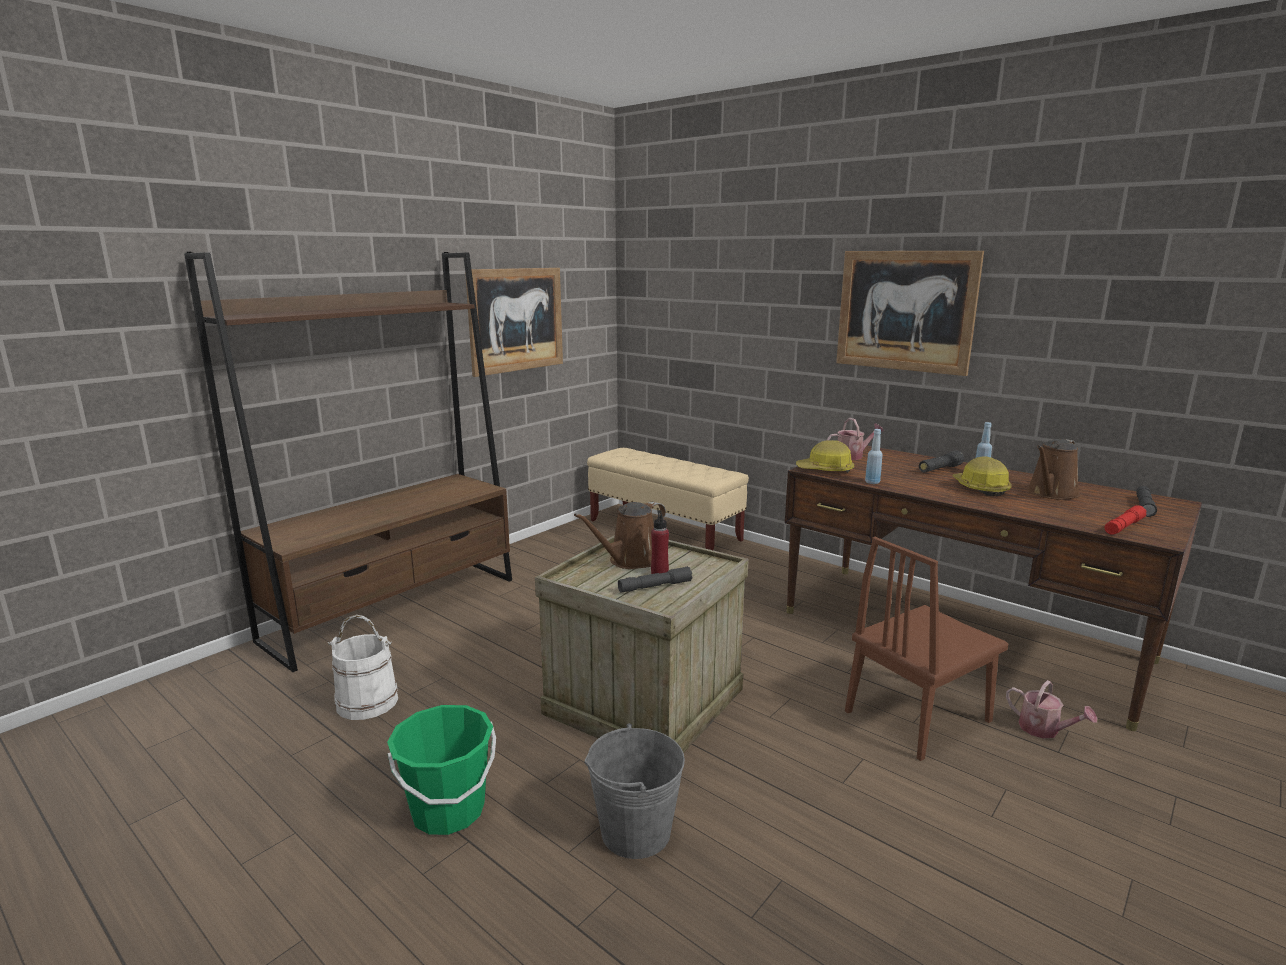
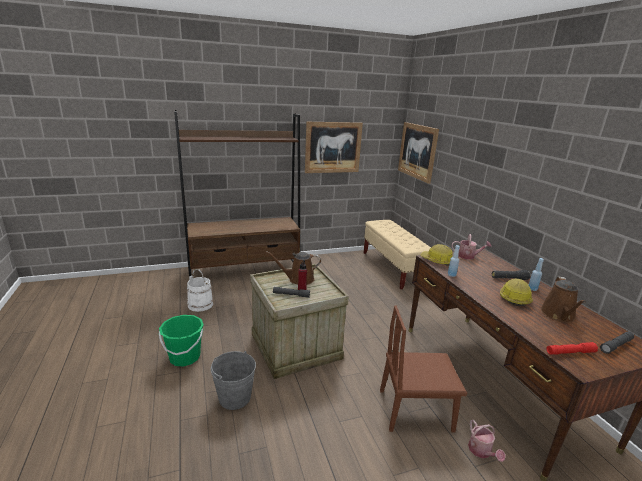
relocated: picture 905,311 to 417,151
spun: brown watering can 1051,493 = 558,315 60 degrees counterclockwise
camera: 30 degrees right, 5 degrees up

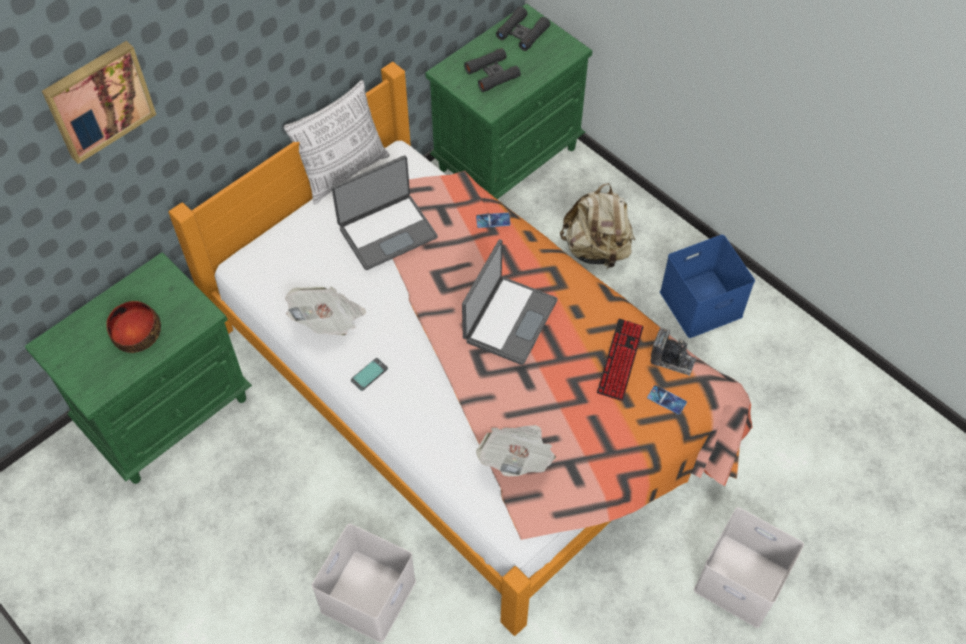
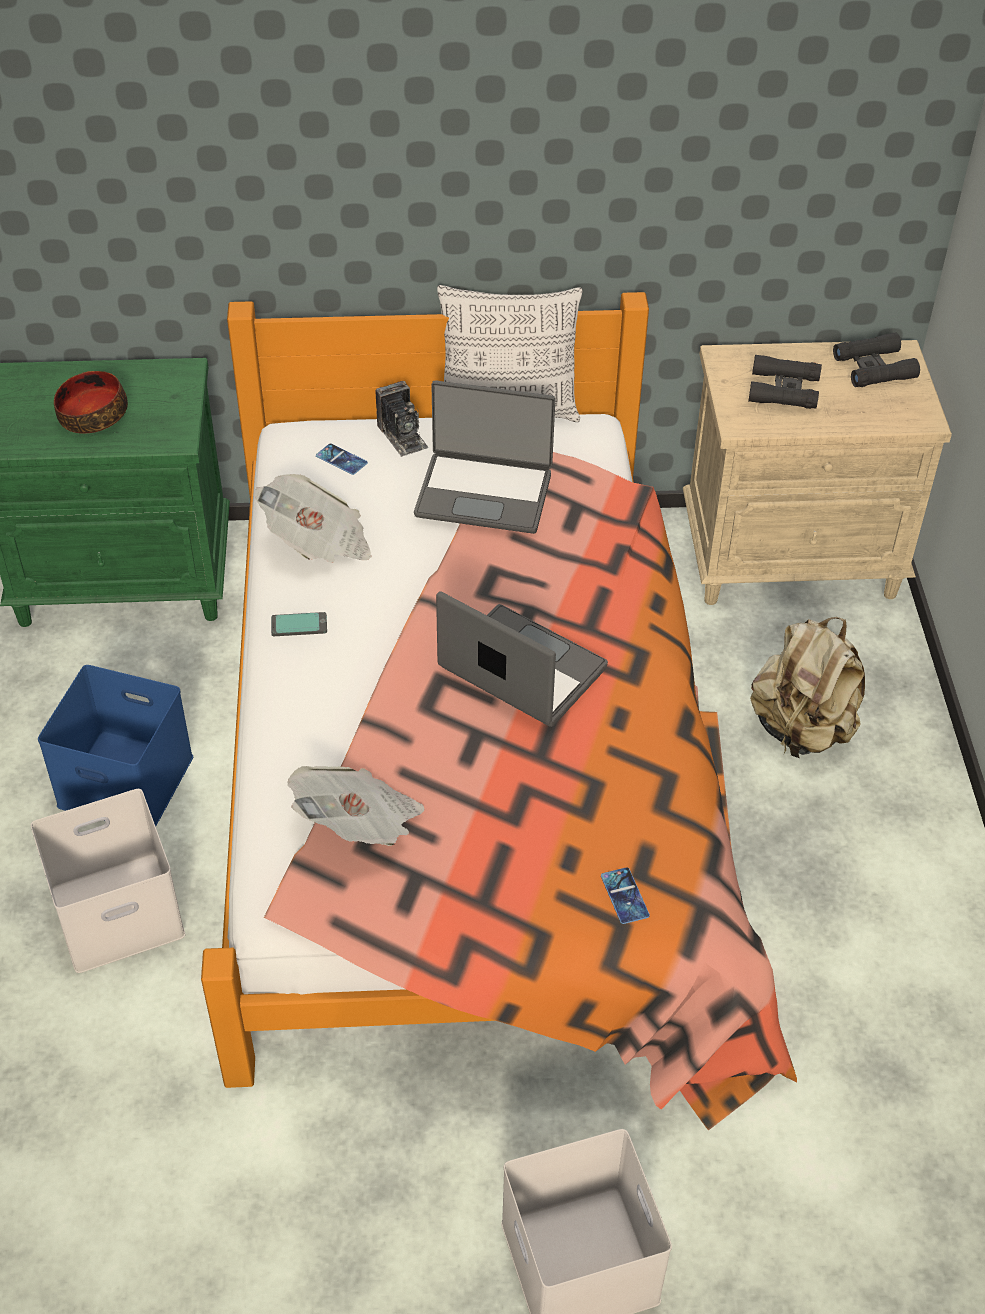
missing: picture 98,100; keyboard 620,360
relocated: phone 493,220 to 341,459; photo camera 672,360 to 402,436; blue storage box 700,305 to 122,782
colour: green nightstand 508,157 to beige nightstand 792,557
spun: laptop 508,320 = 520,670 120 degrees counterclockwise
camera: 40 degrees right, 10 degrees down

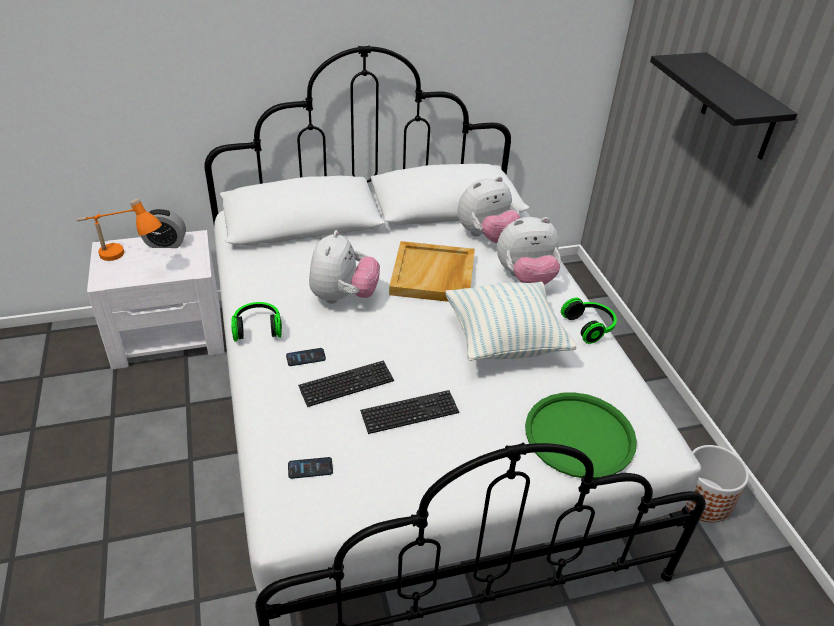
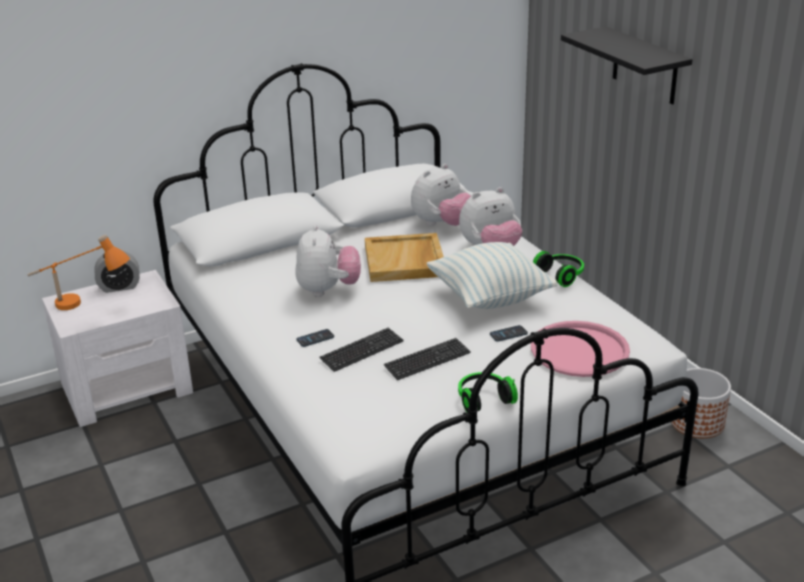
relocated: headphones 257,328 to 483,400; phone 310,468 to 508,334
colour: green tray 579,435 to pink tray 579,350
camera: 10 degrees left, 10 degrees down

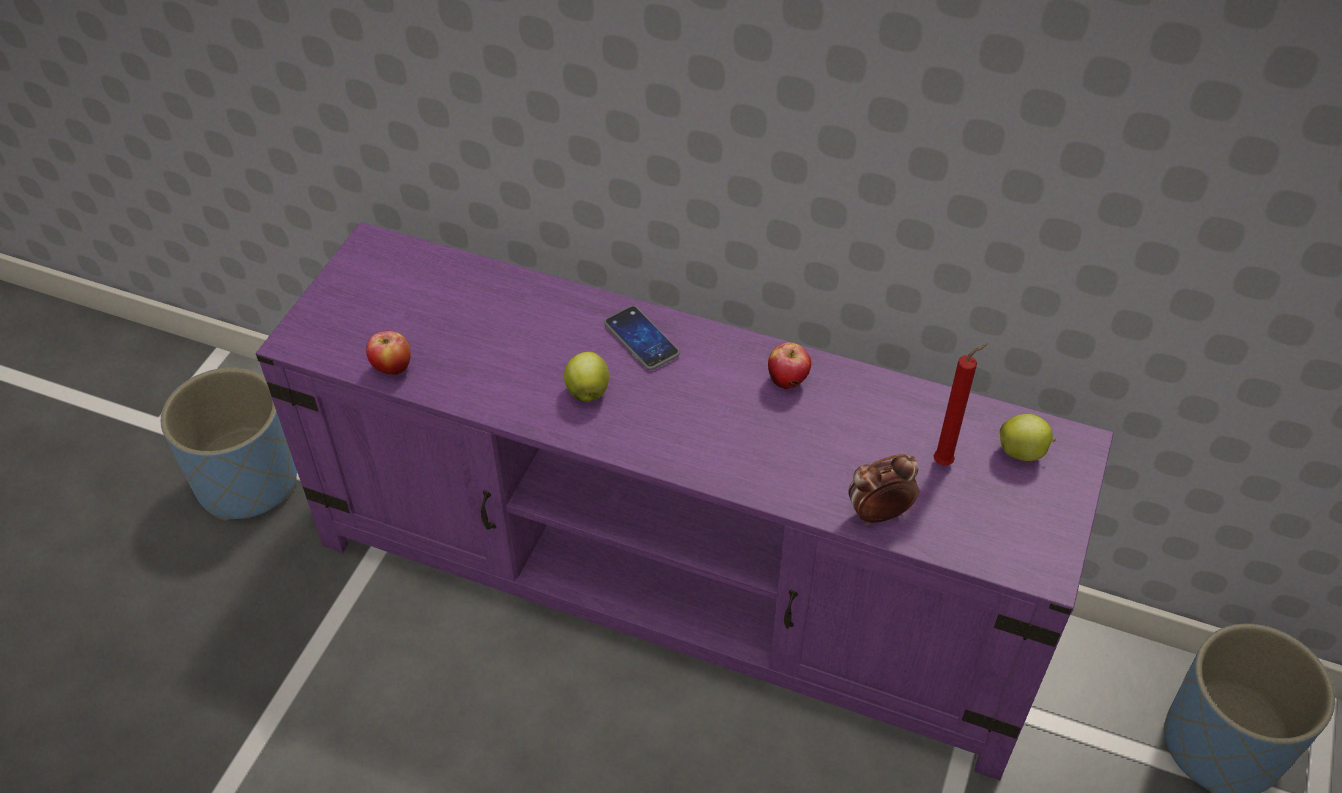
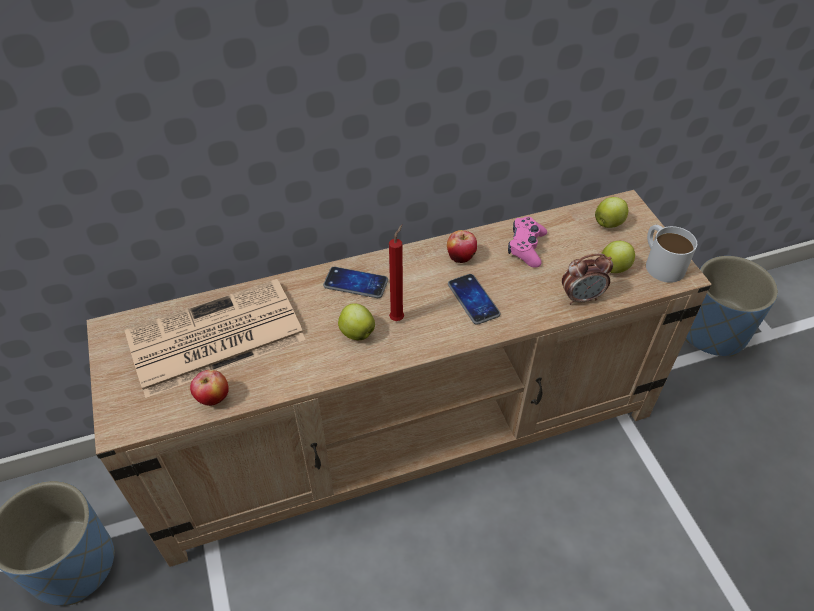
appeared: newspaper 213,339; phone 473,299; pink game controller 526,247; apple 614,268; white mug 660,262
relocated: red candle 946,462 to 398,317
colour: purple tv stand 675,583 to beige tv stand 408,433
spun: alarm clock 878,514 = 581,297 135 degrees counterclockwise
camera: 40 degrees left, 0 degrees up

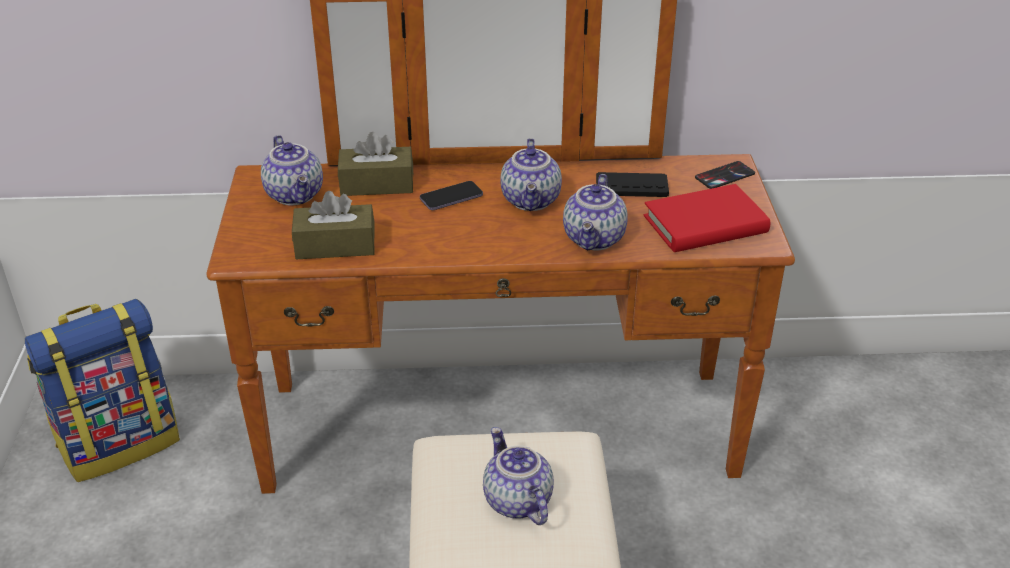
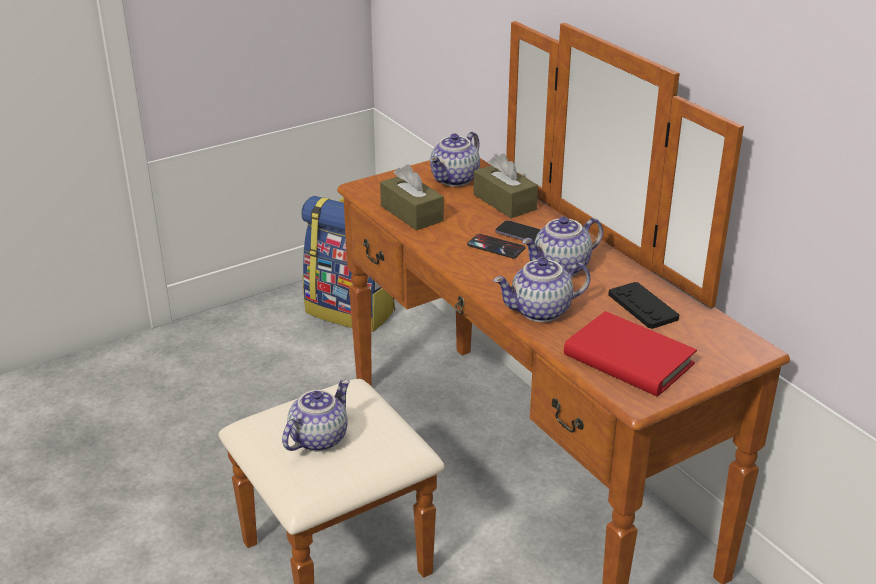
relocated: phone 724,175 to 496,247
camera: 60 degrees right, 5 degrees down

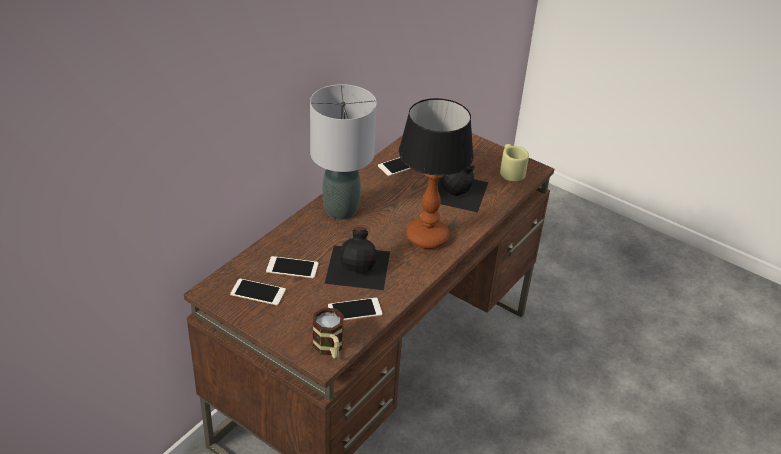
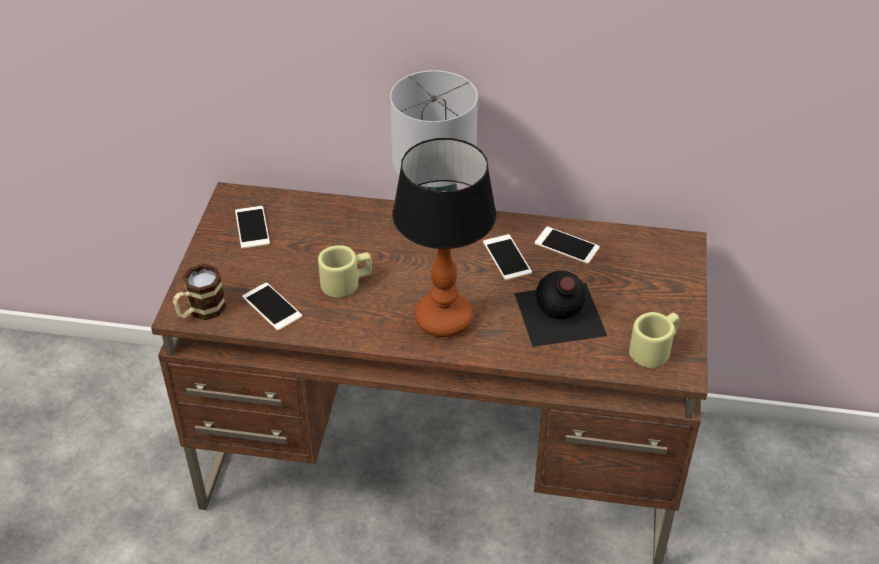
relocated: phone 292,267 to 507,257
exchanged: black bottle 359,266 to beige mug 347,283
camera: 65 degrees right, 5 degrees up

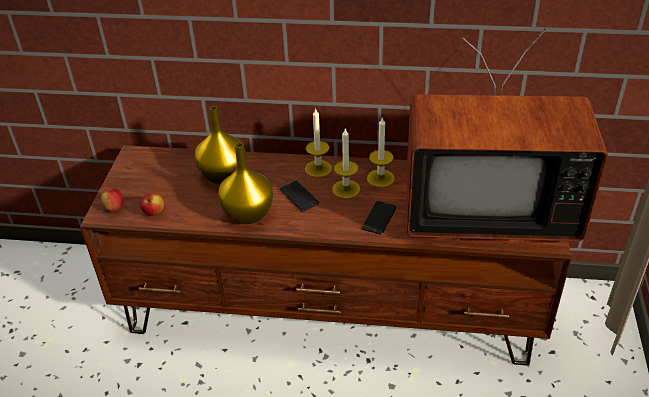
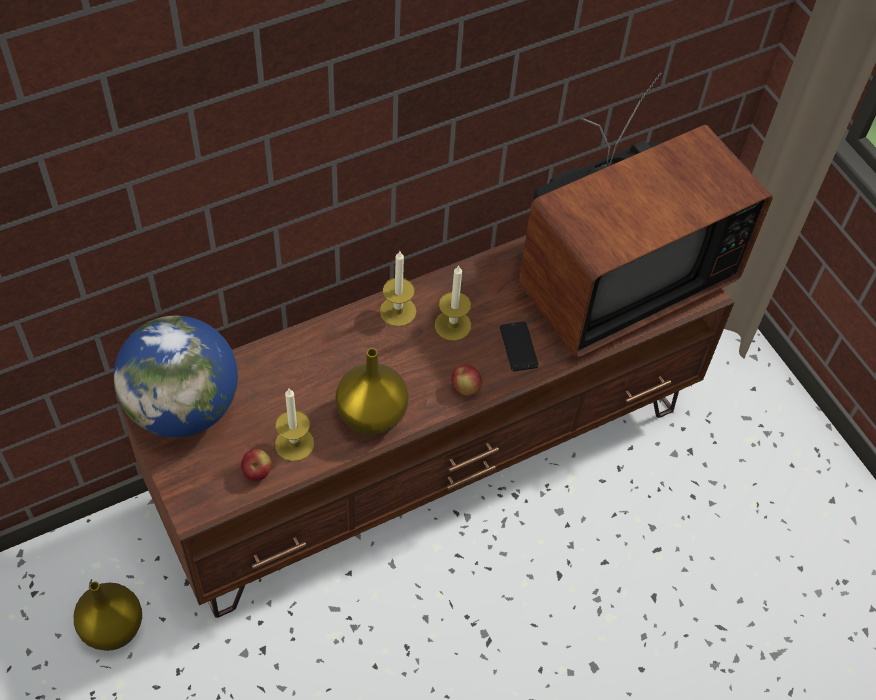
missing: phone 299,196
appeared: globe 183,407
relocated: apple 114,208 to 465,388; yellow vase 223,175 to 112,627; candle 380,178 to 294,444
camera: 40 degrees left, 15 degrees up

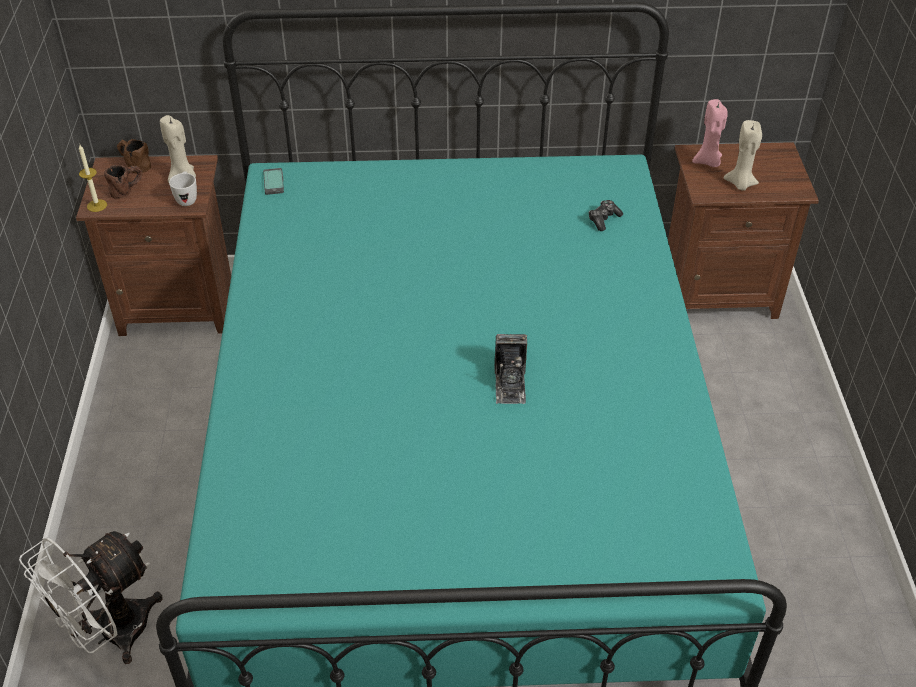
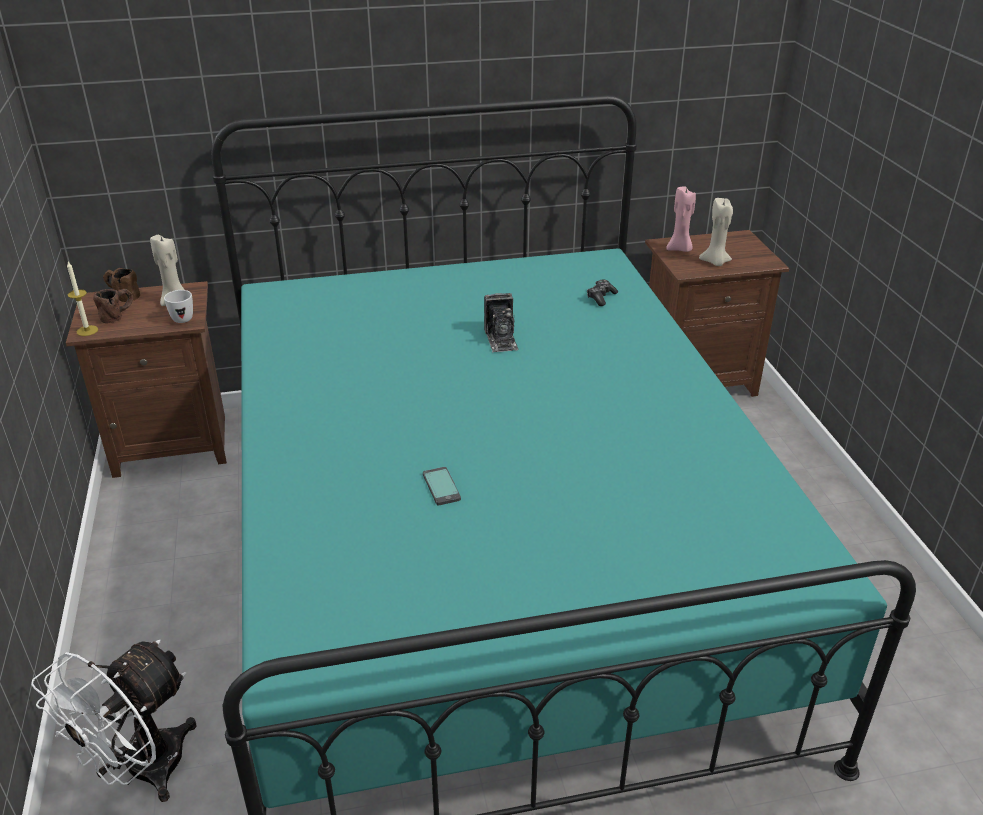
relocated: phone 273,182 to 441,487; photo camera 510,383 to 501,339
camera: 10 degrees left, 10 degrees down

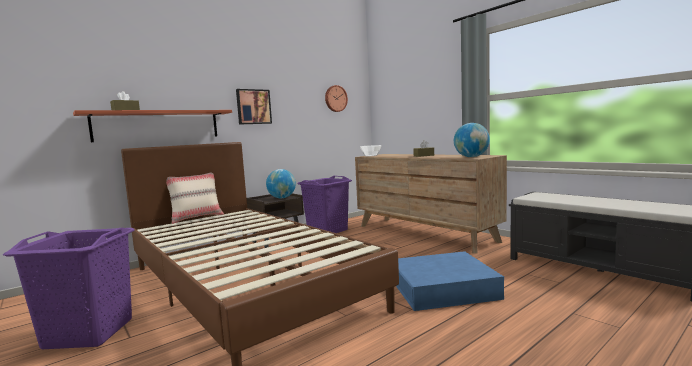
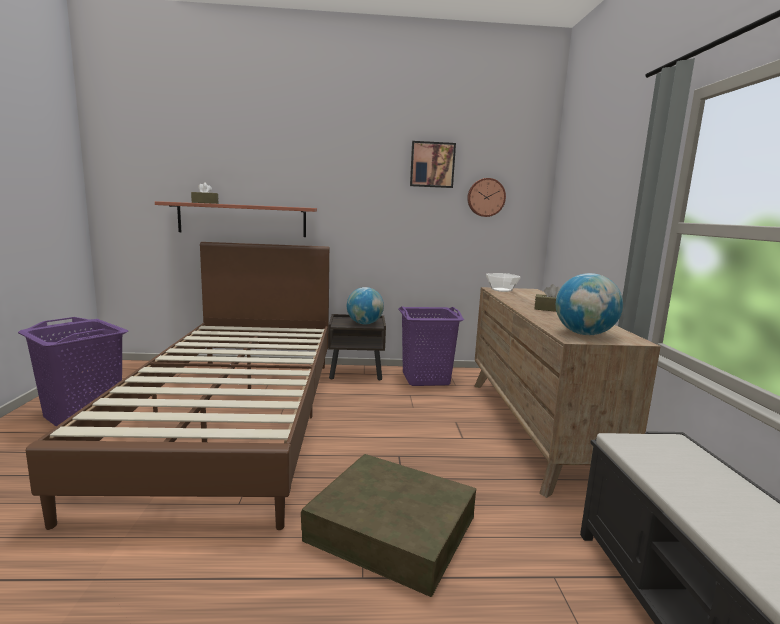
missing: beige pillow 196,218
relocated: picture 253,107 to 432,165
colour: blue storage box 442,288 to brown storage box 391,528
camera: 35 degrees right, 5 degrees up

